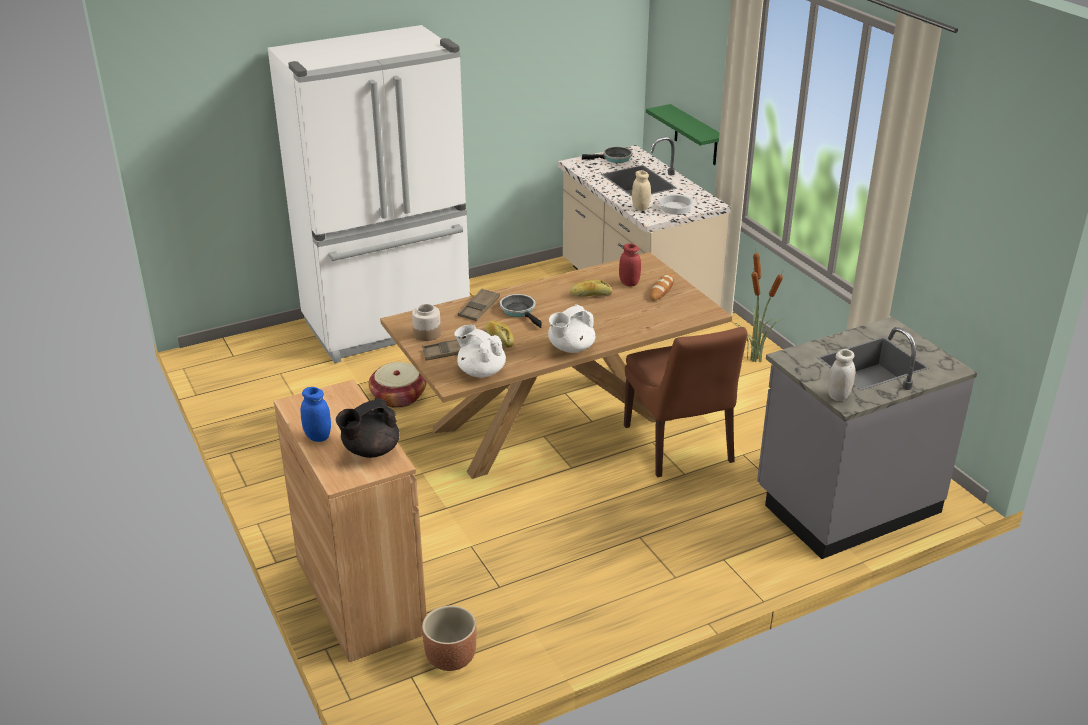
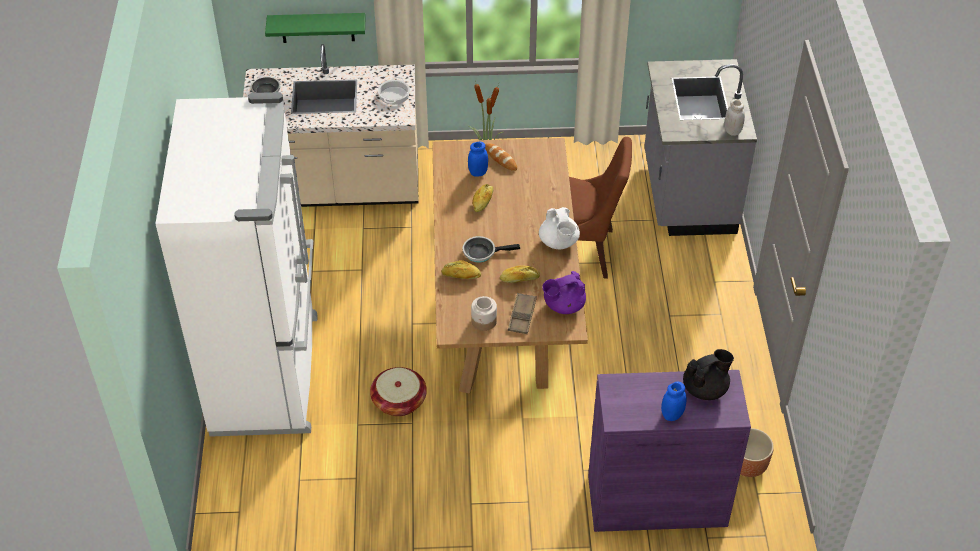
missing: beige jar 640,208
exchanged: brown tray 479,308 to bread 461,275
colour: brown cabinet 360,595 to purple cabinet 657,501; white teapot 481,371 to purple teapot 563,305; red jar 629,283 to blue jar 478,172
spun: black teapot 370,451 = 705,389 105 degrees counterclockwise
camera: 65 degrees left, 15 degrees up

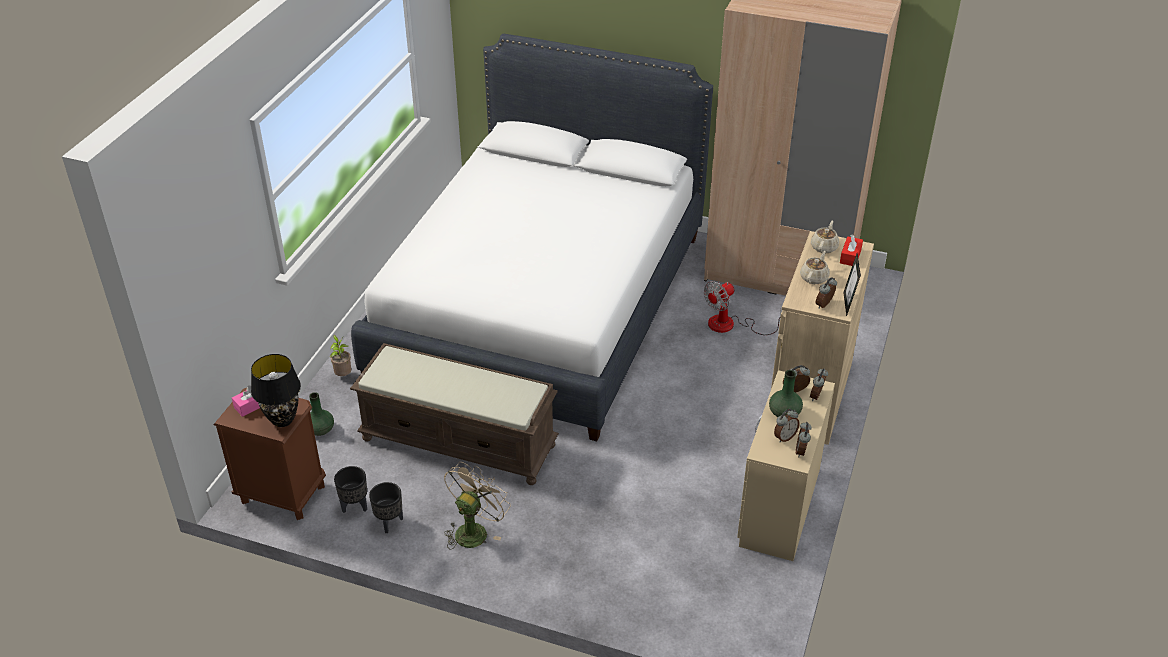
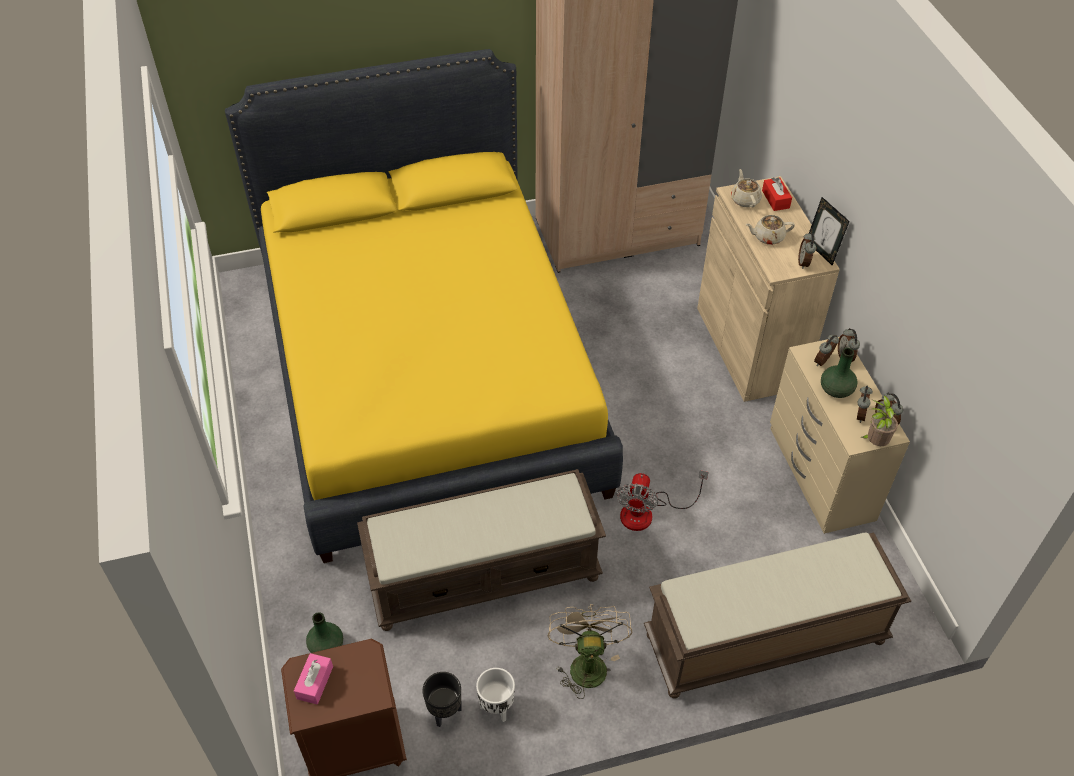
missing: black table lamp 282,421
appeared: brown bench 764,640
relocated: potted plant 343,375 to 874,442; fan 731,325 to 647,513
colour: white bed 542,305 to yellow bed 428,375; black planter 389,522 to white planter 496,707
spun: beige teapot 814,277 = 768,237 90 degrees counterclockwise
camera: 35 degrees left, 10 degrees up

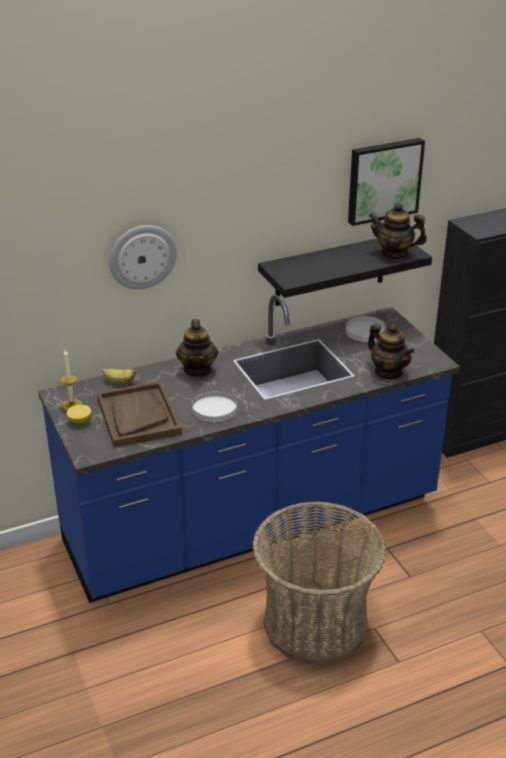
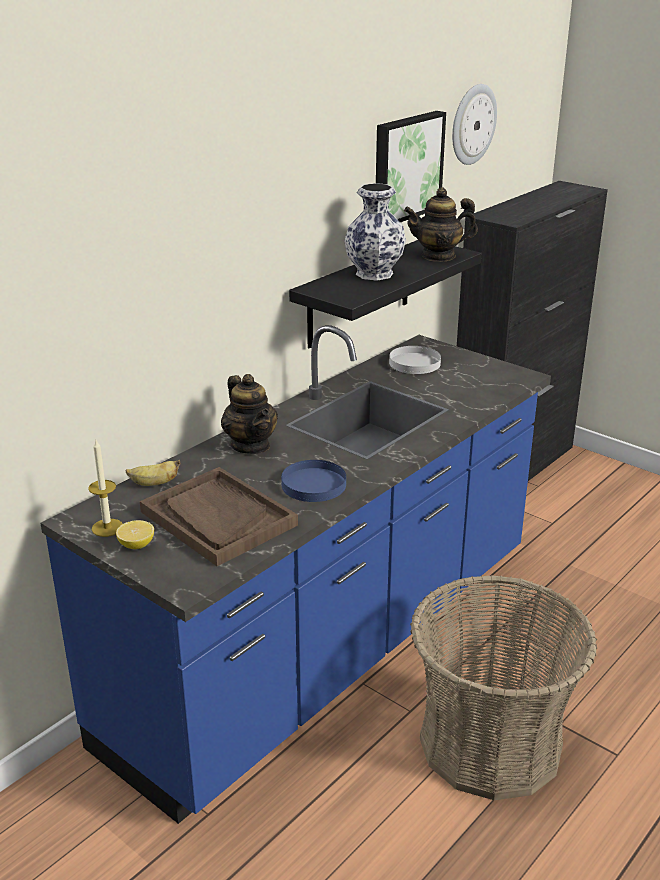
missing: teapot 388,372
appeared: vase 373,274
relocated: wall clock 142,256 to 472,124
colour: white plate 214,408 to blue plate 314,484
camera: 25 degrees left, 5 degrees down

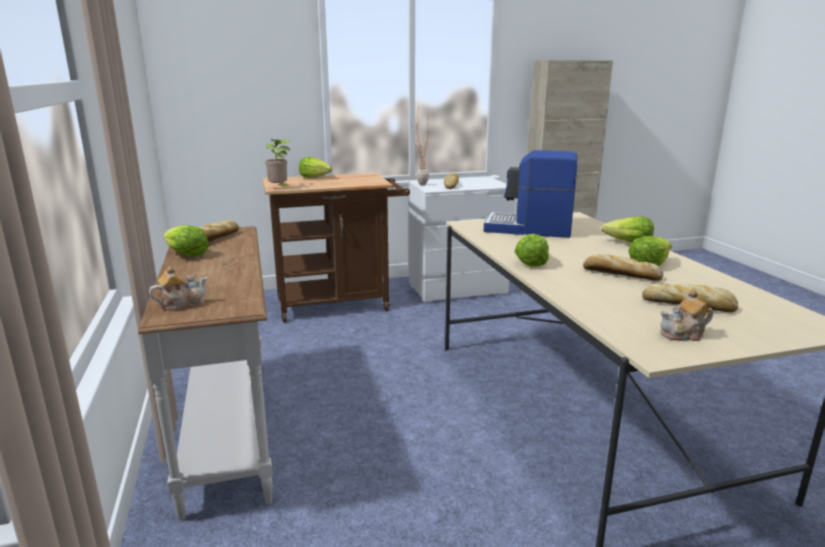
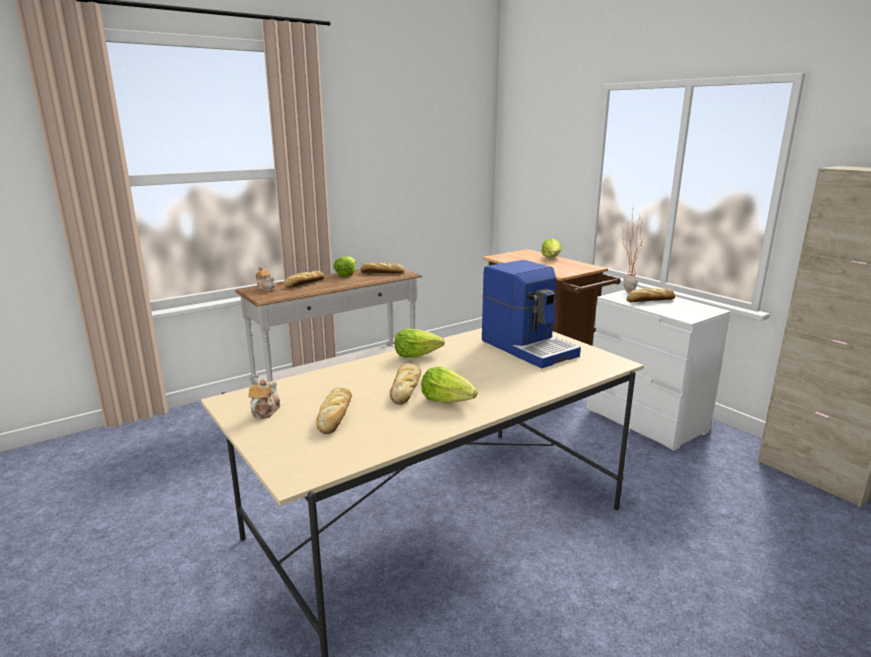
missing: potted plant 279,188; lettuce 628,243
appeared: bread 304,283
spun: coffee machine 529,229 = 528,347 150 degrees clockwise; teapot 683,335 = 265,411 45 degrees clockwise
camera: 70 degrees right, 0 degrees up

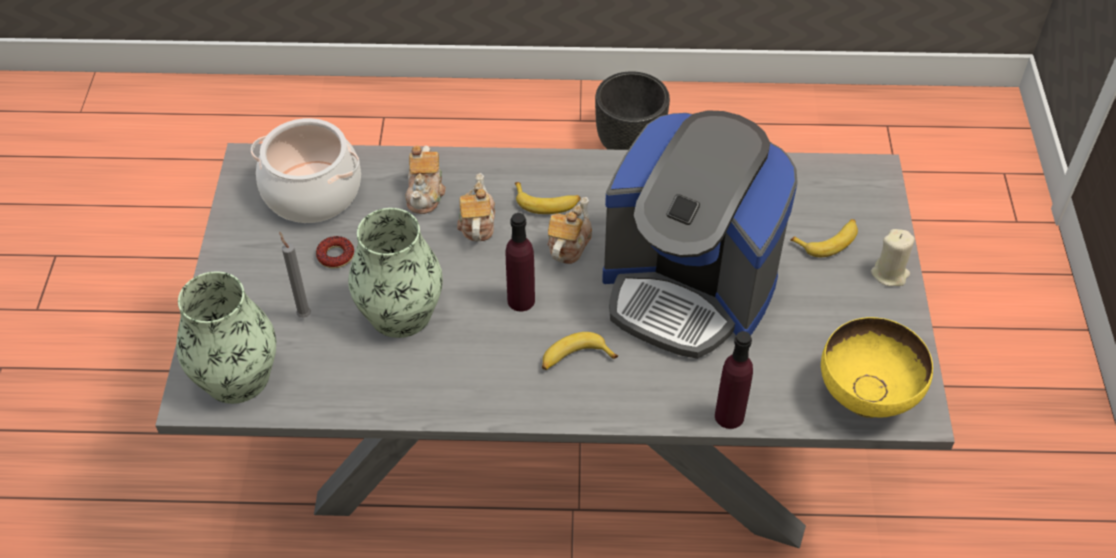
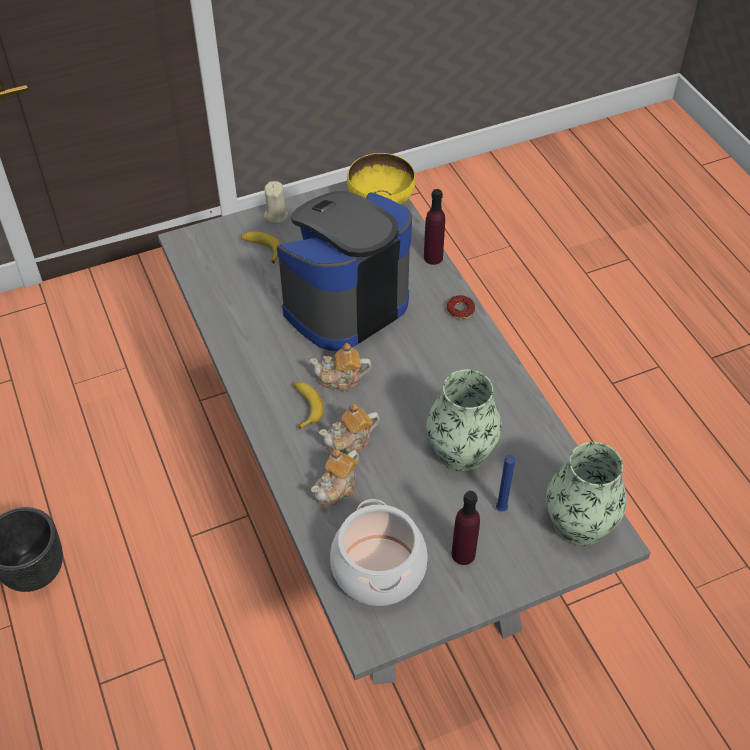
missing: banana 575,359
relocated: donut 336,256 to 460,310; purple bottle 521,300 to 463,554
colour: grey candle 303,314 to blue candle 500,510
spun: teapot 426,193 = 336,487 150 degrees clockwise; coffee machine 688,288 = 344,304 135 degrees counterclockwise
camera: 115 degrees left, 0 degrees up

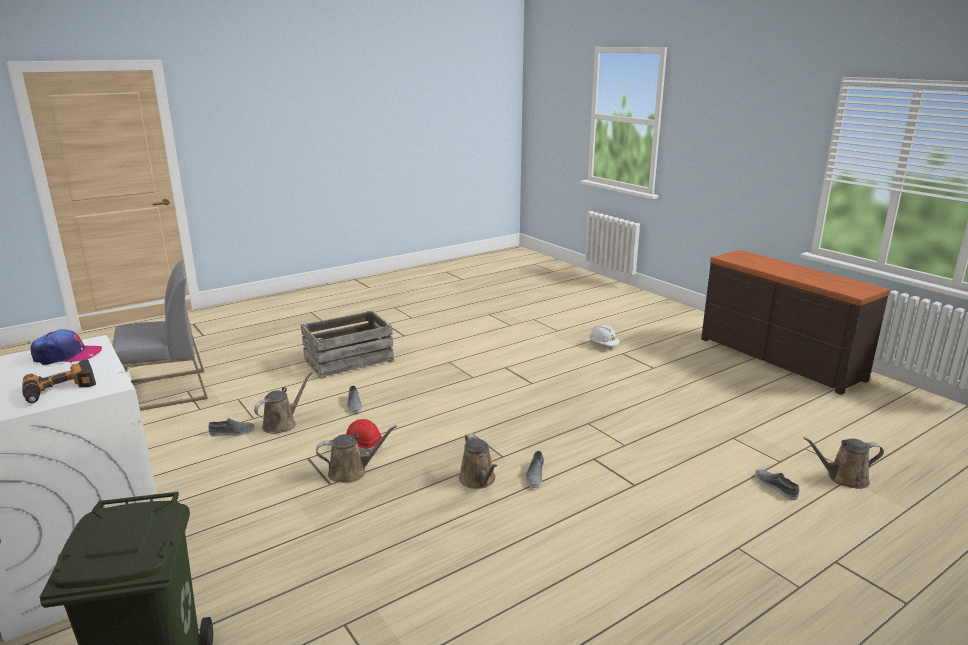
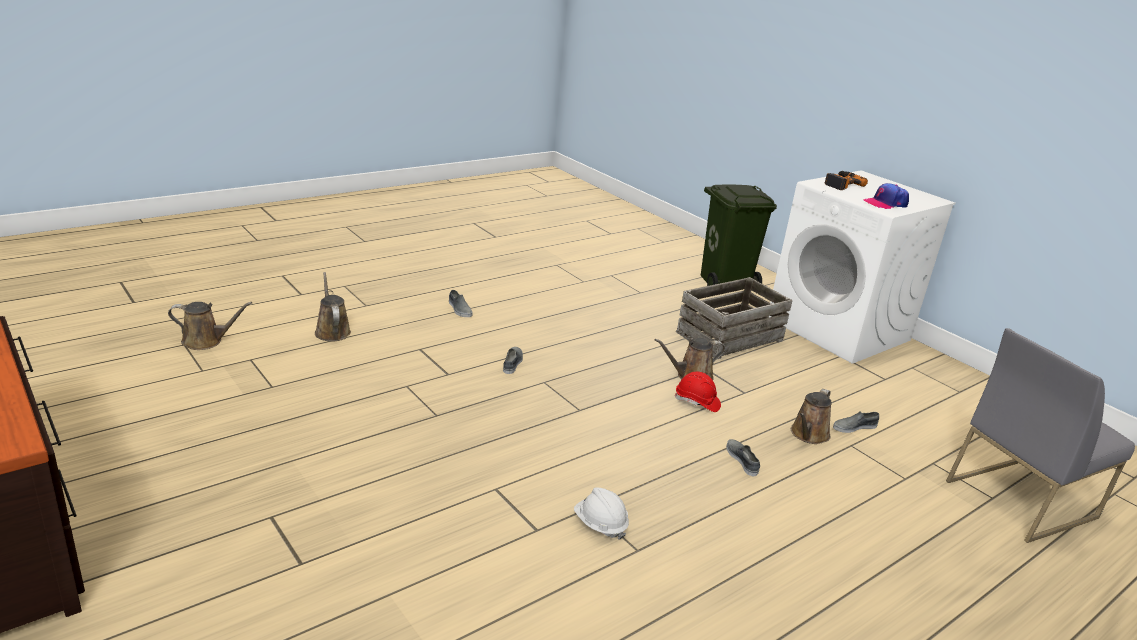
relocated: crate 349,360 to 730,337; brown watering can 478,480 to 332,331; white hard hat 603,345 to 600,525; grey shoe 776,487 to 459,309
camera: 175 degrees right, 5 degrees up

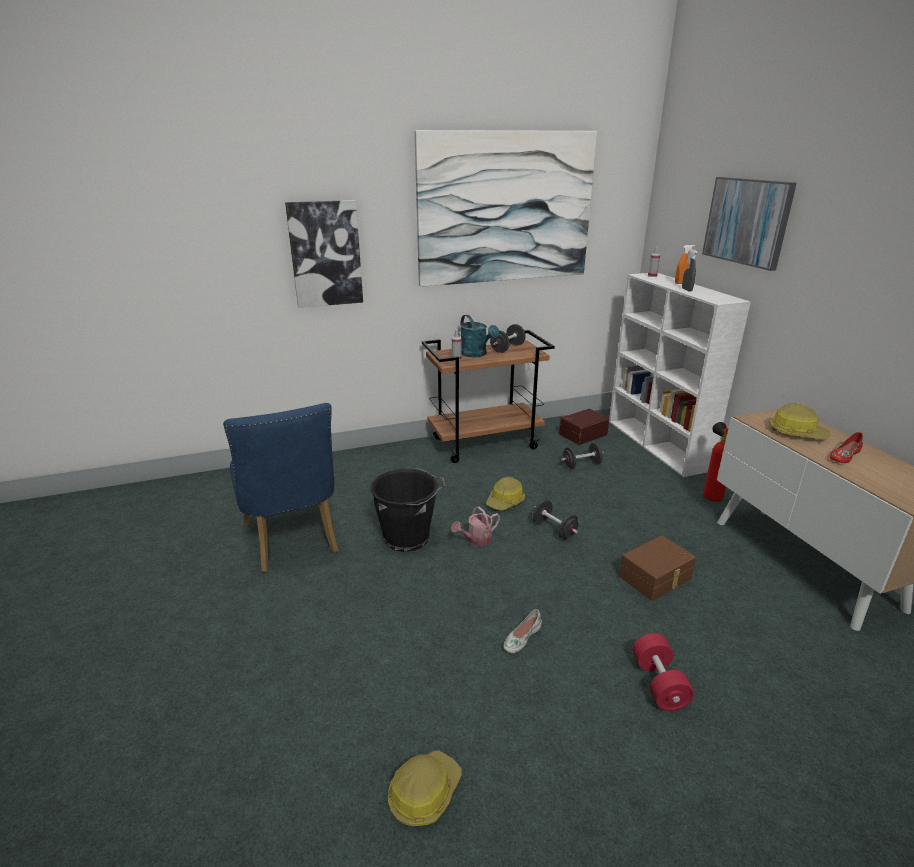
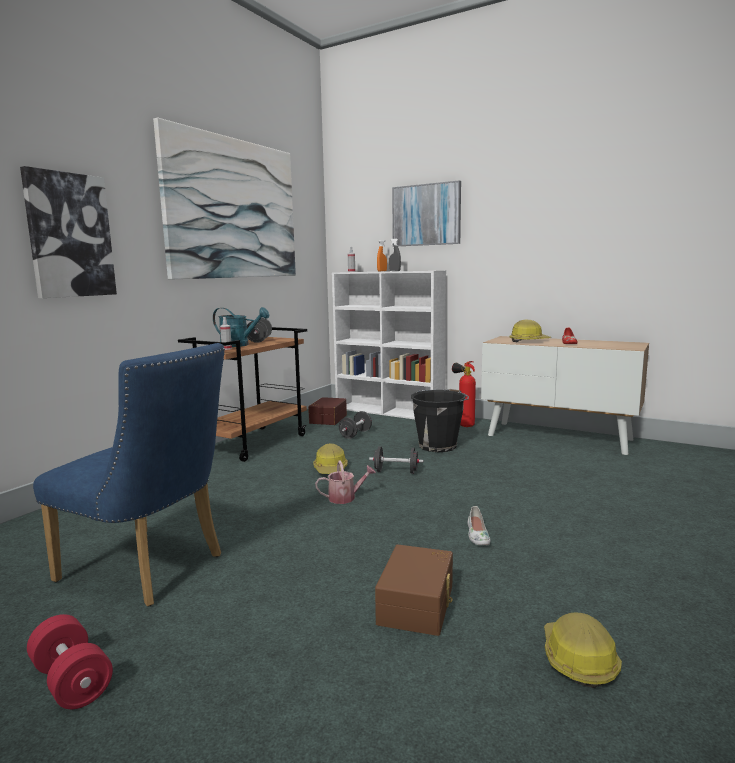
relocated: black bucket 409,538 to 438,445; brown storage box 656,578 to 418,604; red dumbbell 659,683 to 72,681
spun: watering can 476,540 = 345,498 120 degrees counterclockwise
camera: 40 degrees left, 15 degrees down

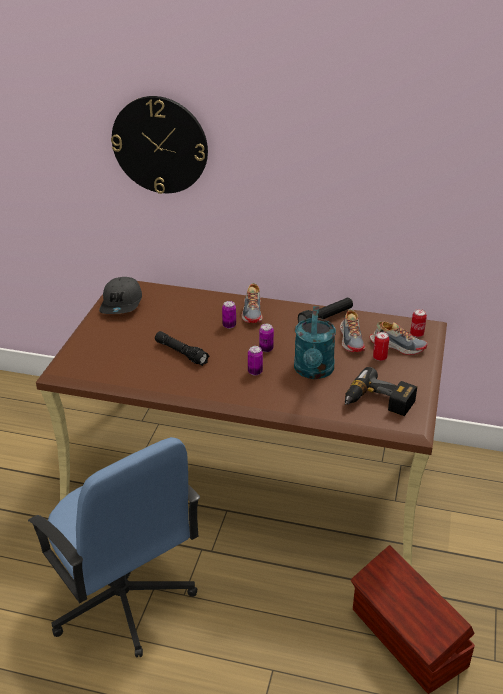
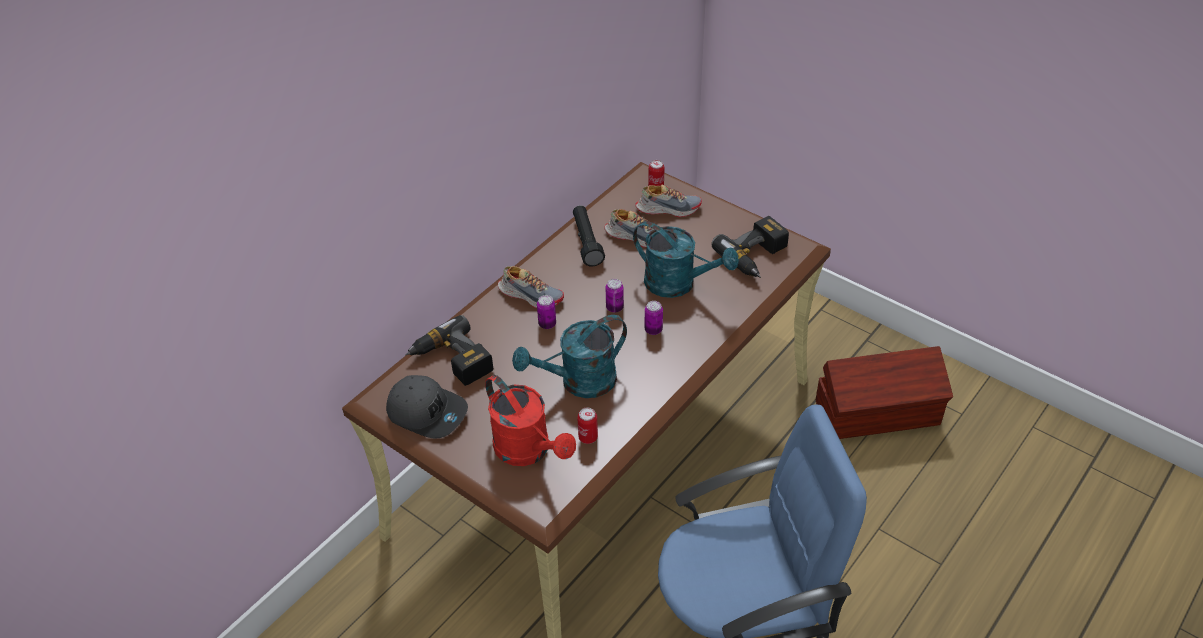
missing: wall clock 160,145
appeared: power drill 451,361; red watering can 529,451
relocated: can 379,357 to 588,437
exchanged: black flashlight 181,353 to turquoise watering can 579,382
spun: shoe 397,346 = 668,208 45 degrees clockwise
camera: 65 degrees left, 10 degrees up

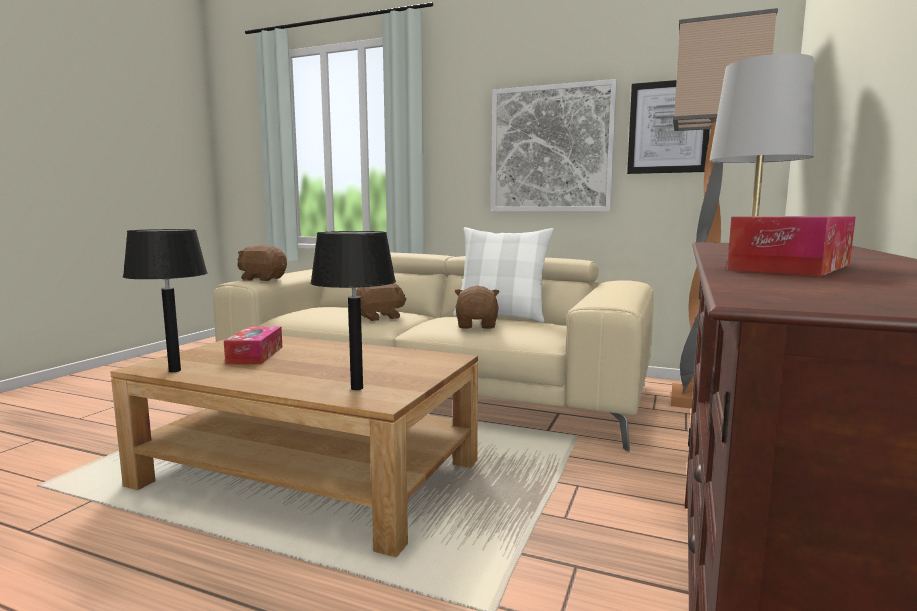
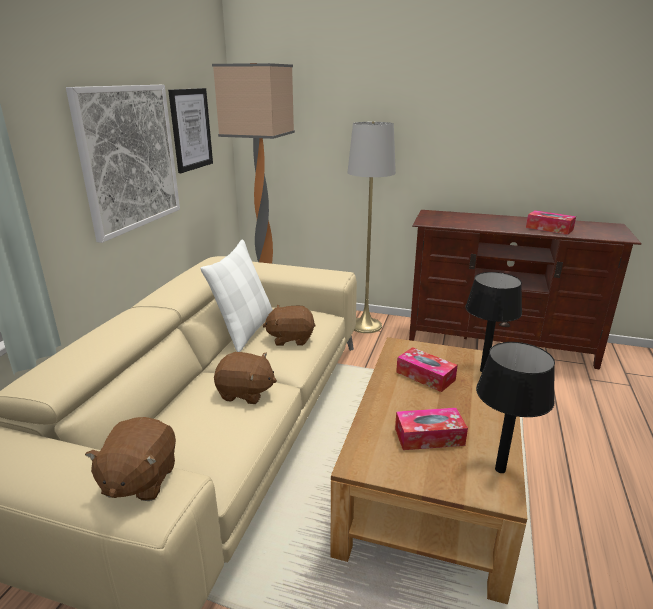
appeared: tissue box 425,376
spun: brown plush toy 379,317 = 245,393 135 degrees clockwise
camera: 95 degrees left, 15 degrees up

